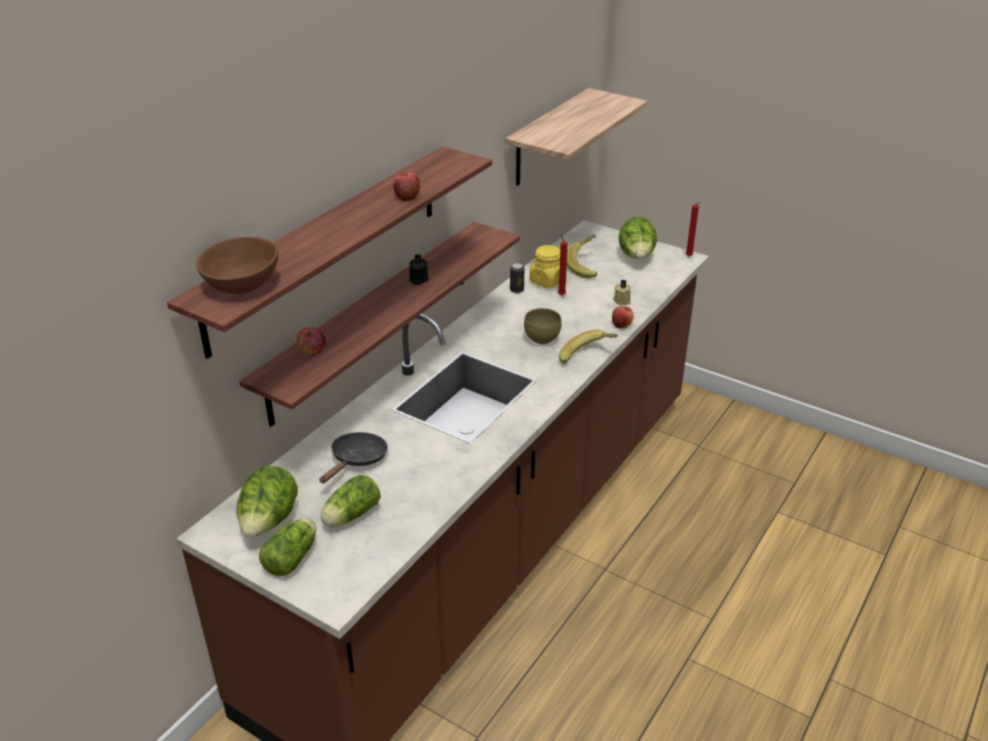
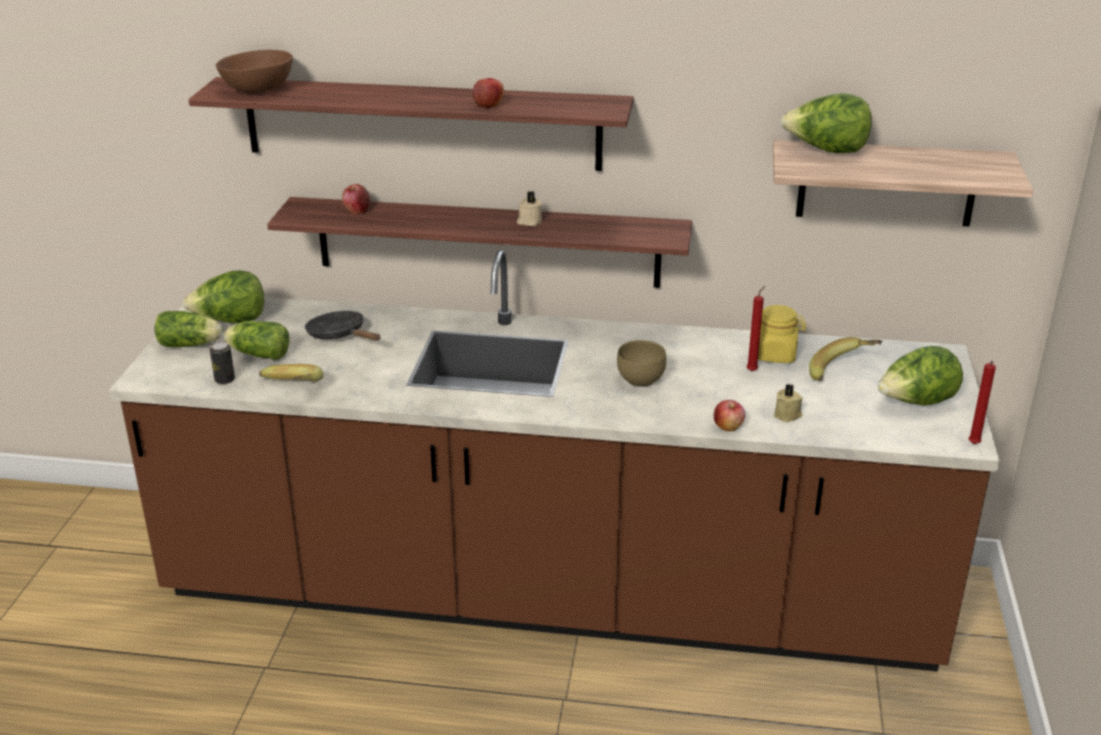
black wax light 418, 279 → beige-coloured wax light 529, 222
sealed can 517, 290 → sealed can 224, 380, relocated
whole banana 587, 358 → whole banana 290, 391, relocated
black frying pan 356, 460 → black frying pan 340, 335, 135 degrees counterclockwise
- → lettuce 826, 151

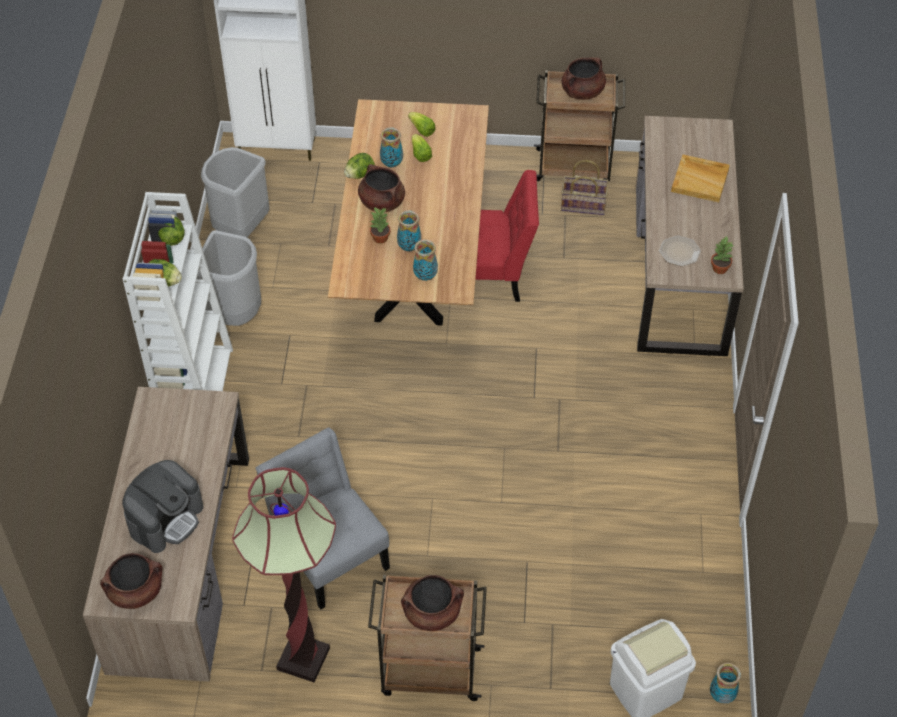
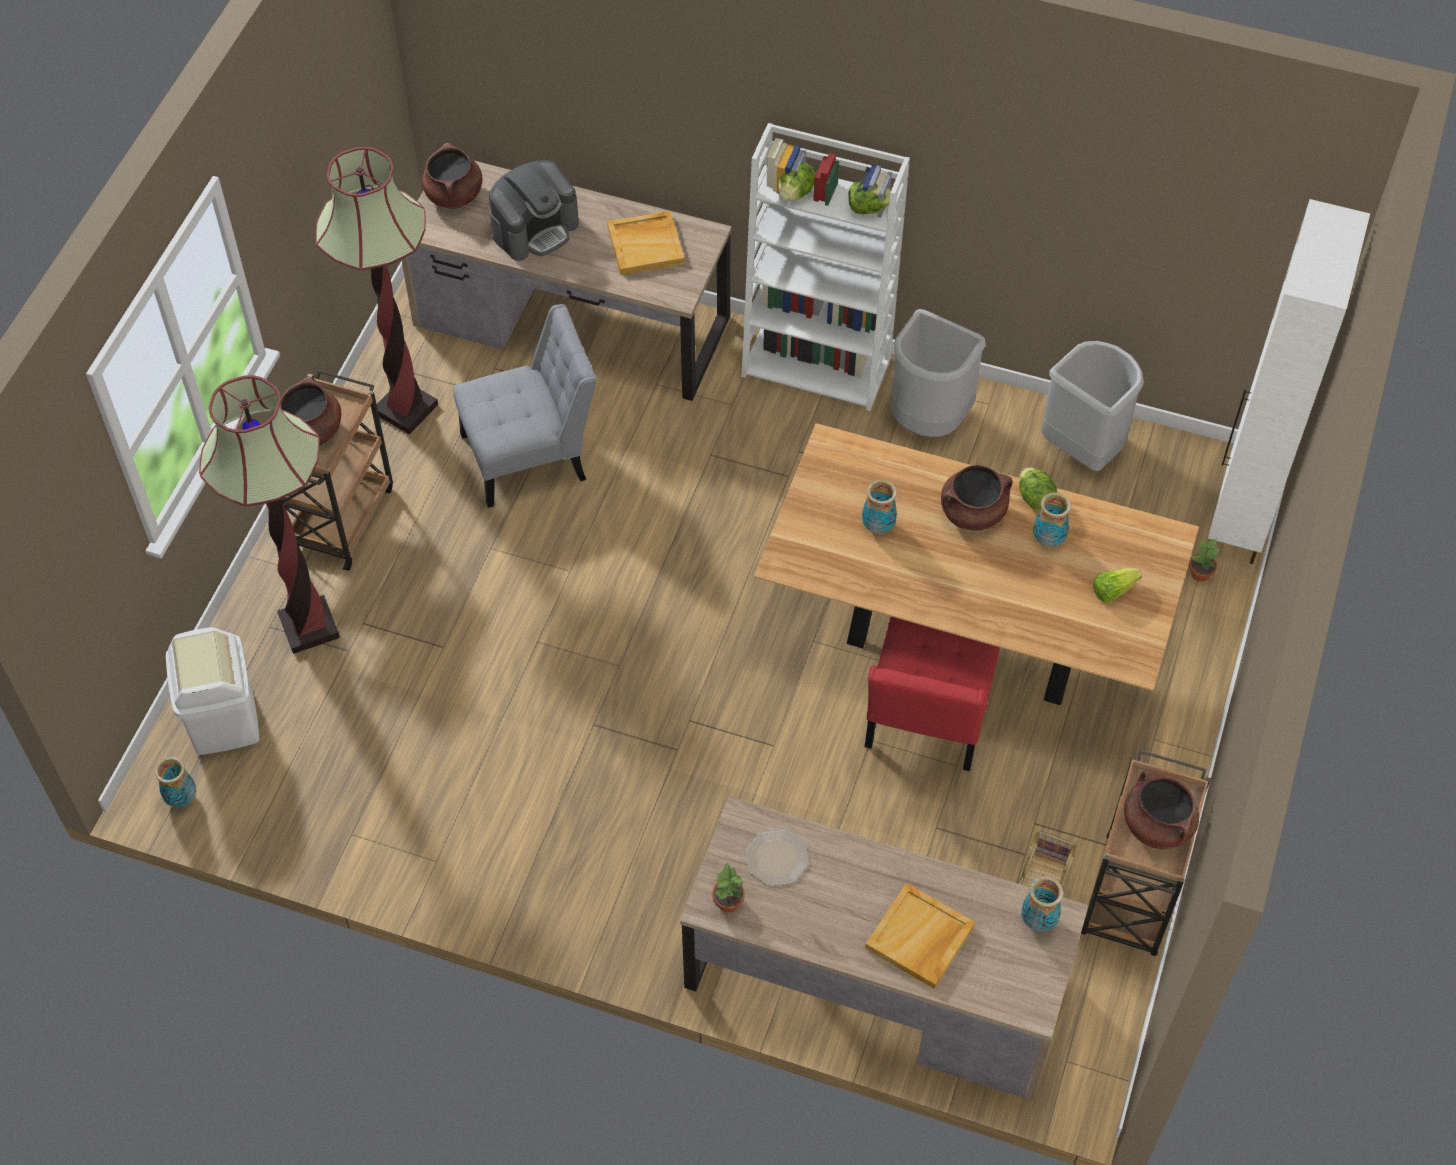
lettuce 420, 154 → -
houseplant 380, 238 → houseplant 1199, 573, relocated
decorative vase 425, 276 → decorative vase 1038, 921, relocated
coffee maker 166, 519 → coffee maker 535, 229, 90 degrees counterclockwise
- → beige-coloured carrying tray 646, 245
- → standing lamp 309, 626

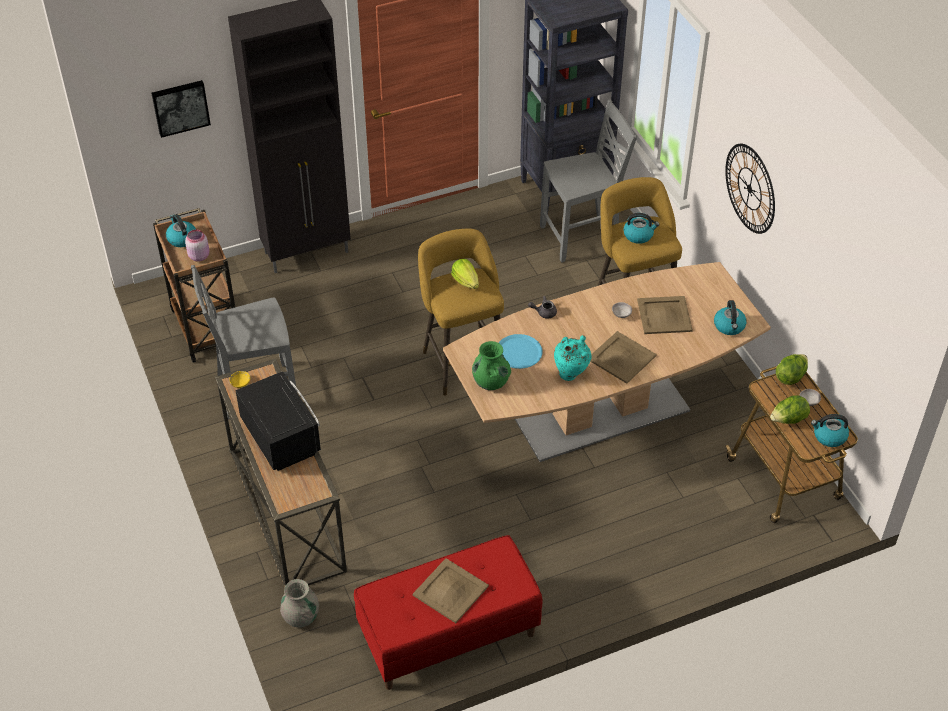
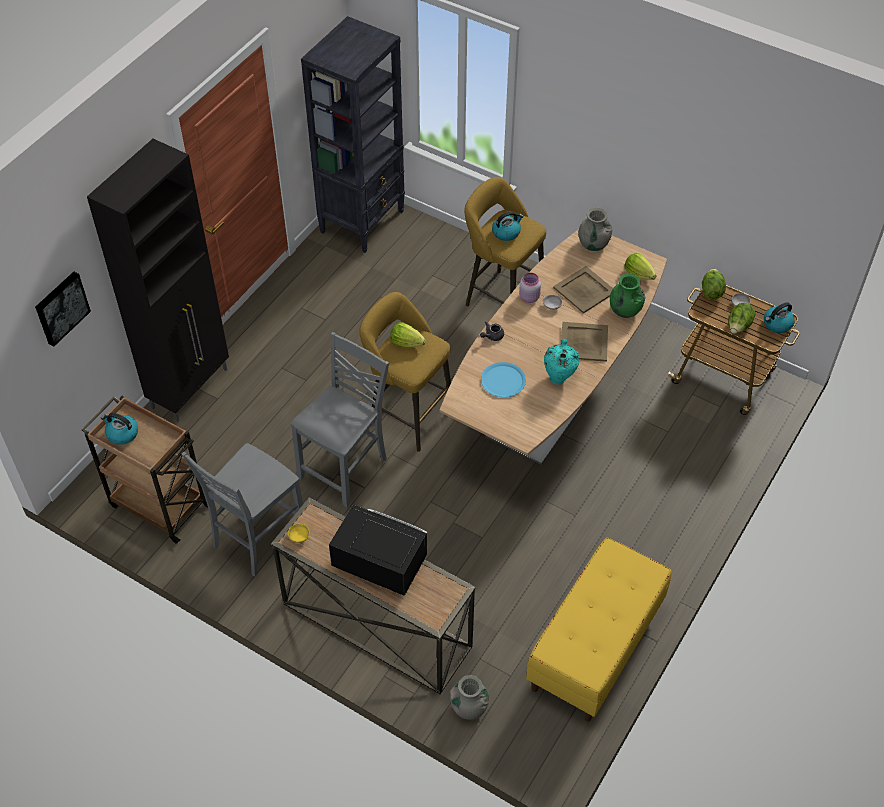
greyish upright chair 582, 237 → greyish upright chair 345, 469, relocated
hanging clock 750, 188 → -
pink-coloured preserve jar 199, 256 → pink-coloured preserve jar 528, 297, relocated
tea kettle 729, 326 → lettuce 638, 274
green decorative vase 490, 382 → green decorative vase 625, 310, relocated
reddish indoor bench 448, 635 → yellowish indoor bench 595, 648
beige-coloured carrying tray 450, 591 → -
- → greyish decorative vase 593, 244

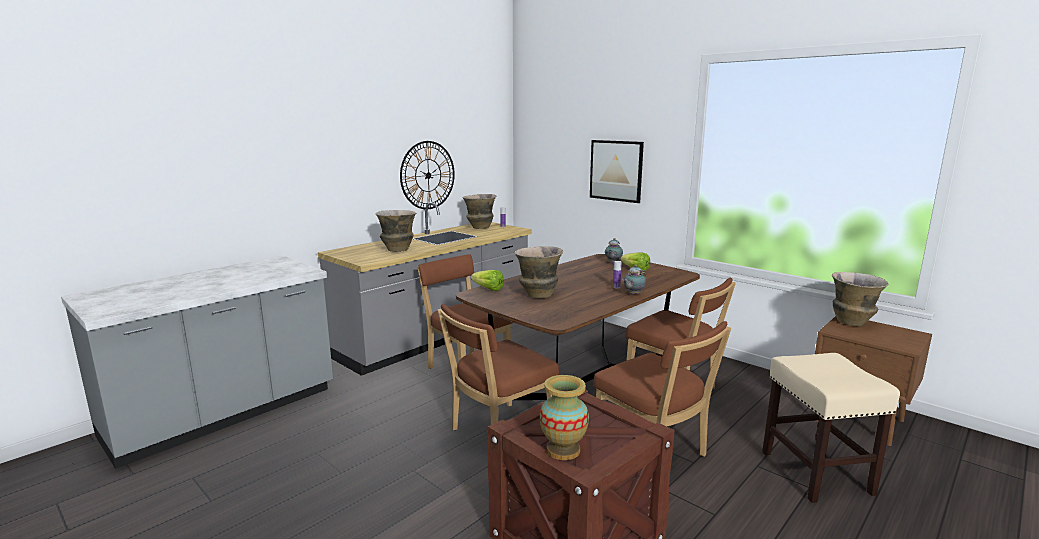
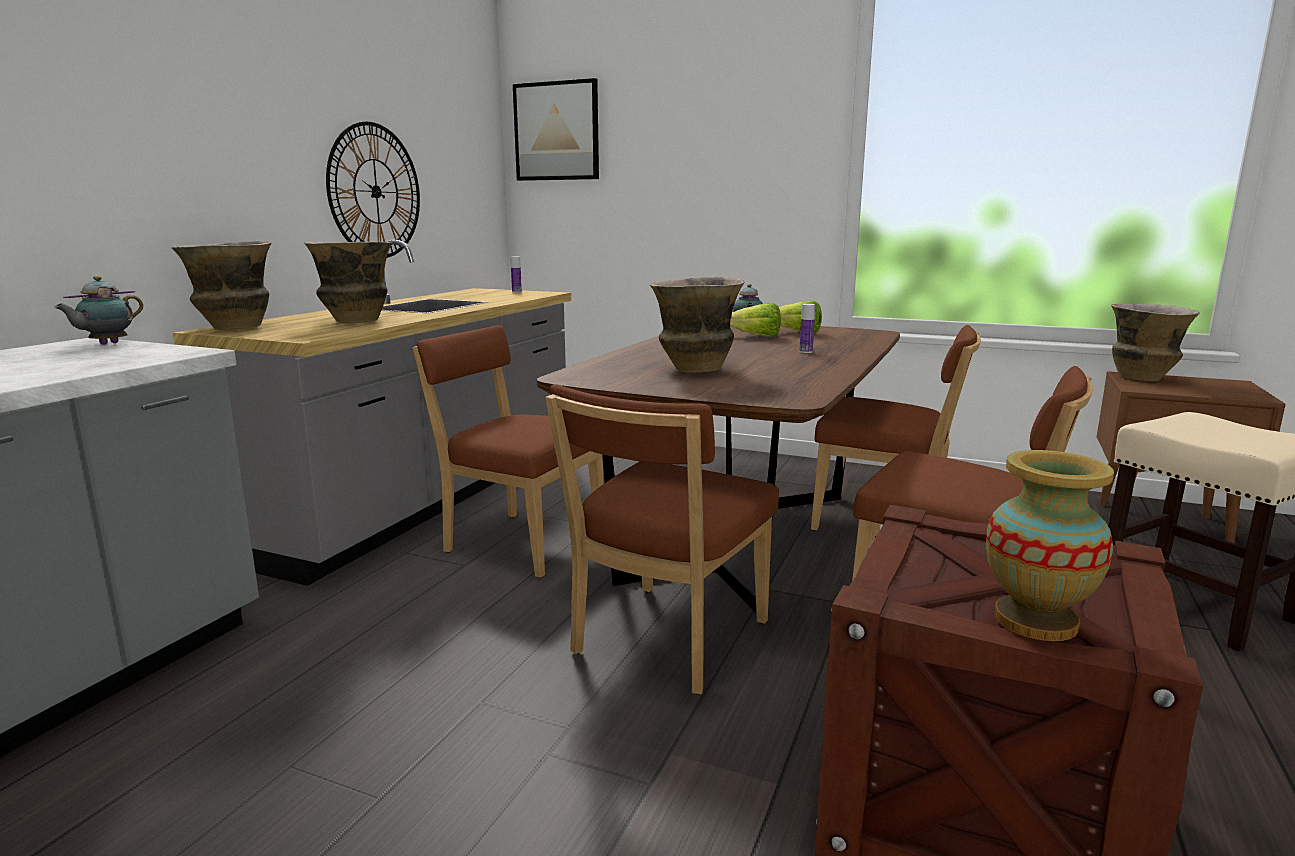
picture 616, 170 → picture 556, 131, relocated
decorative vase 480, 228 → decorative vase 234, 328, relocated
pot for tea 633, 294 → pot for tea 106, 344, relocated
lettuce 486, 289 → lettuce 752, 336, relocated

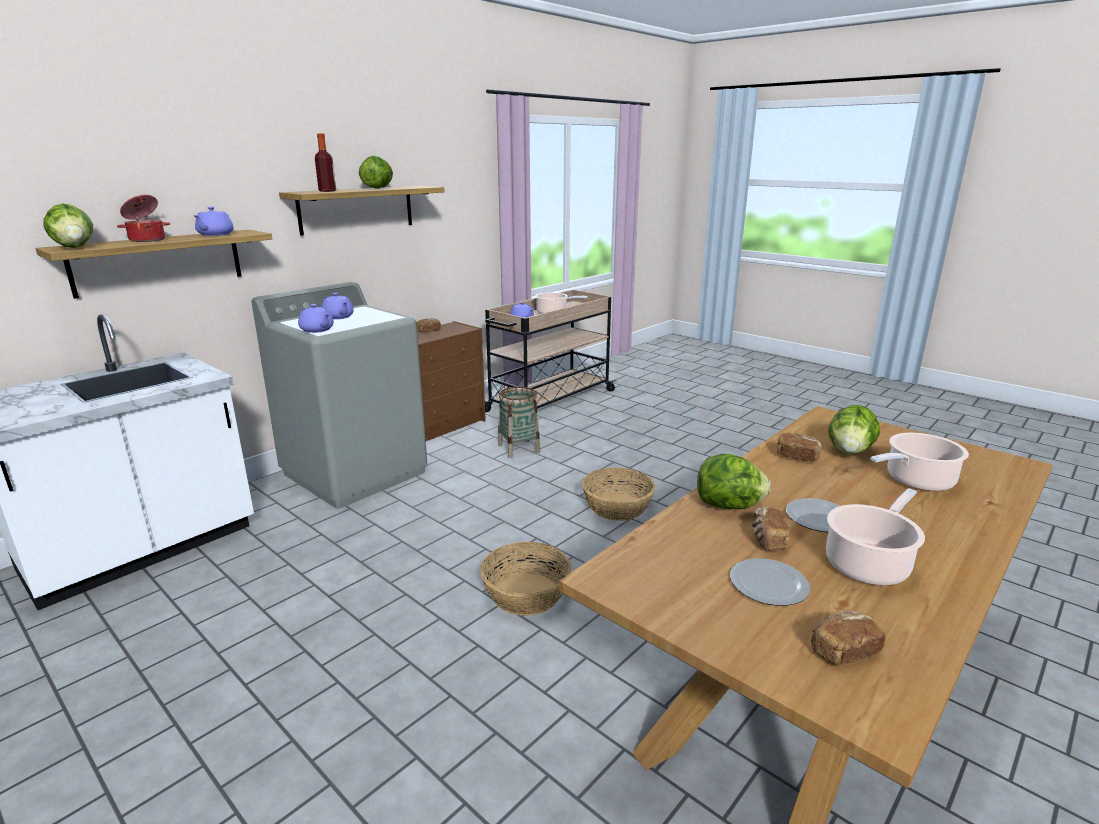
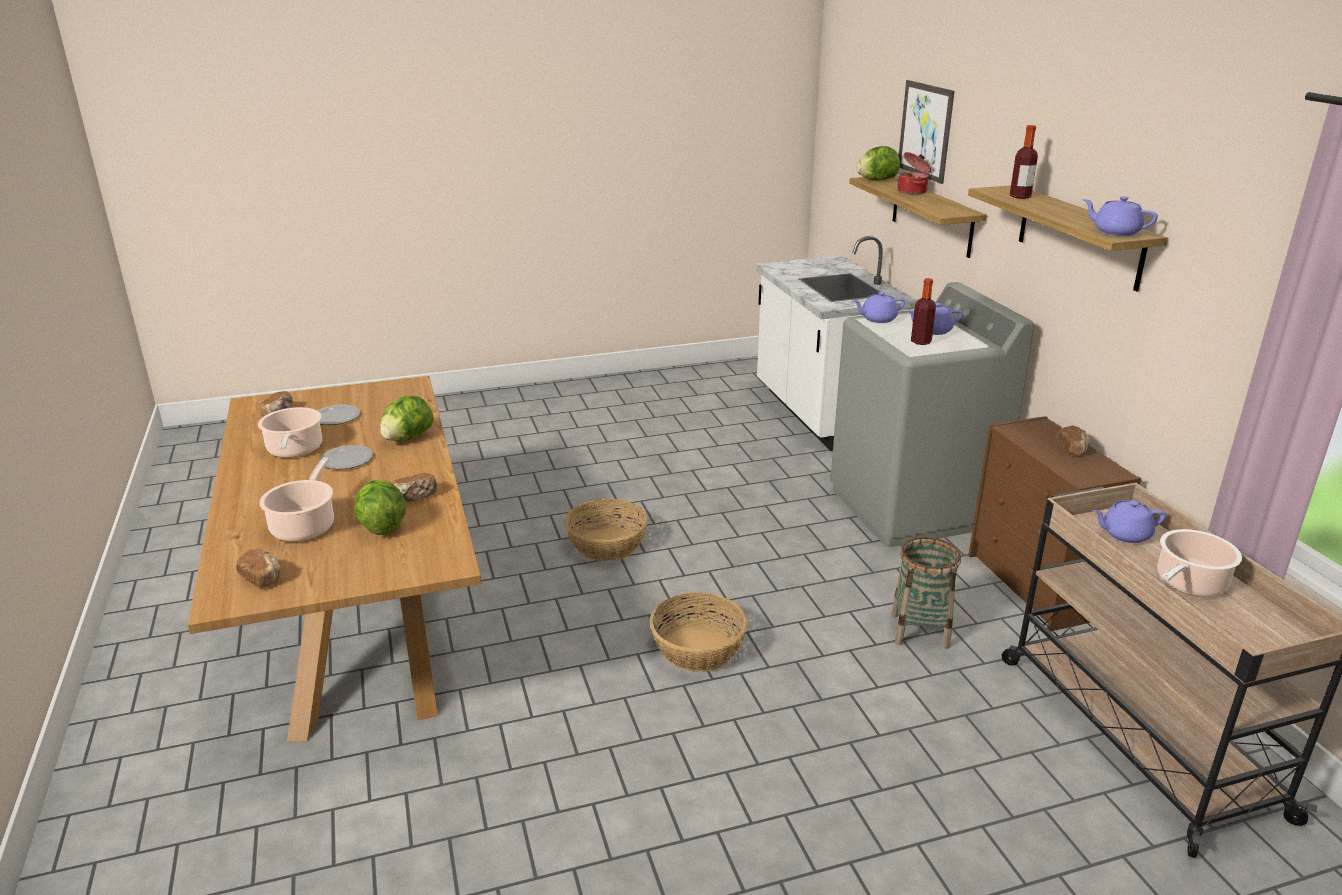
lettuce 378, 188 → -
purplish pot for tea 215, 235 → purplish pot for tea 1115, 232, relocated
bread 767, 539 → bread 262, 578, relocated
- → picture 925, 131
- → drink bottle 921, 342

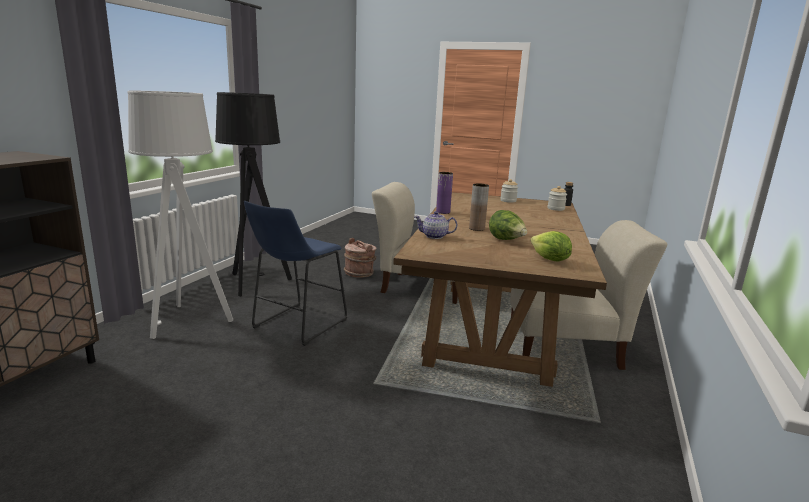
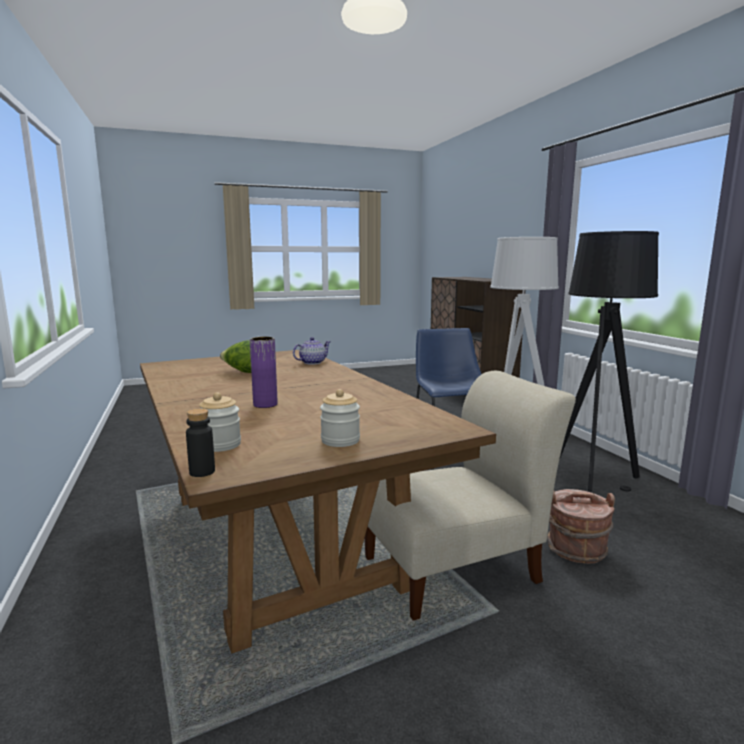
purplish decorative vase 443, 212 → purplish decorative vase 265, 404, relocated
brown decorative vase 476, 229 → -
beige-coloured upright chair 569, 348 → -
lettuce 549, 260 → -

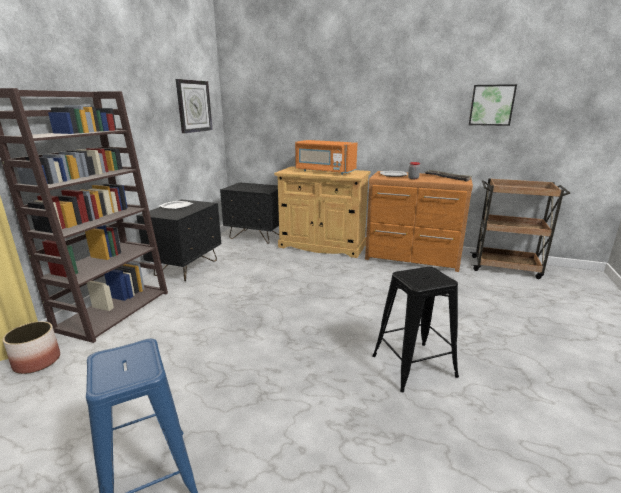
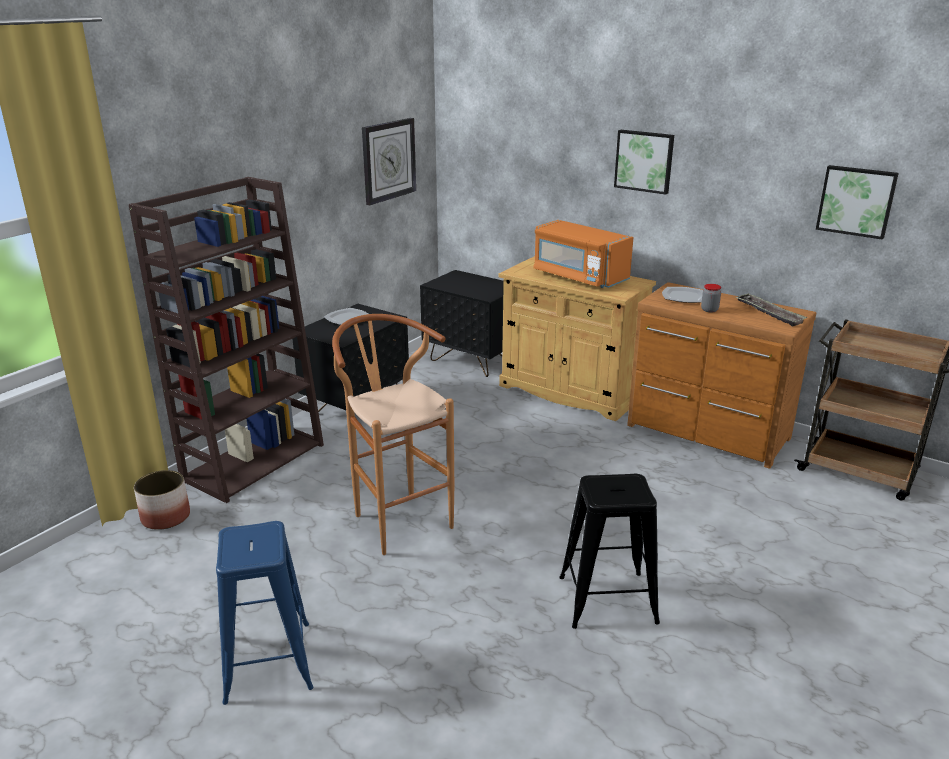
- → picture 644, 161
- → brown sitting stool 396, 518

